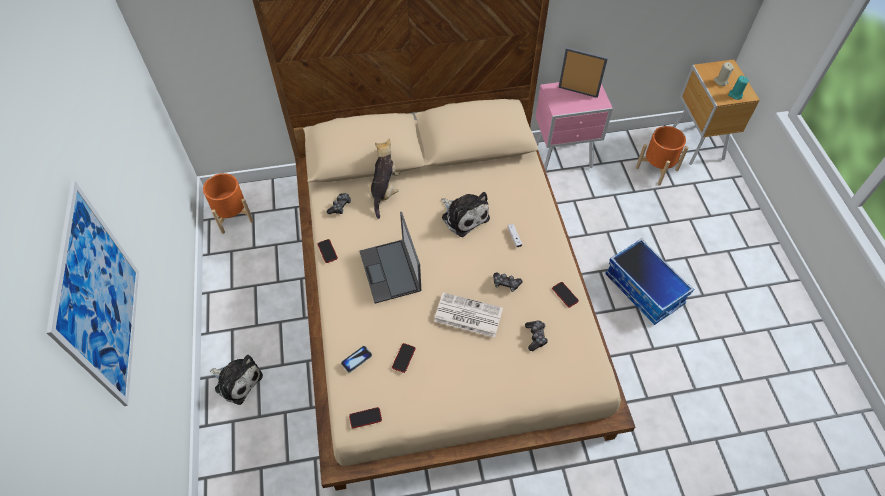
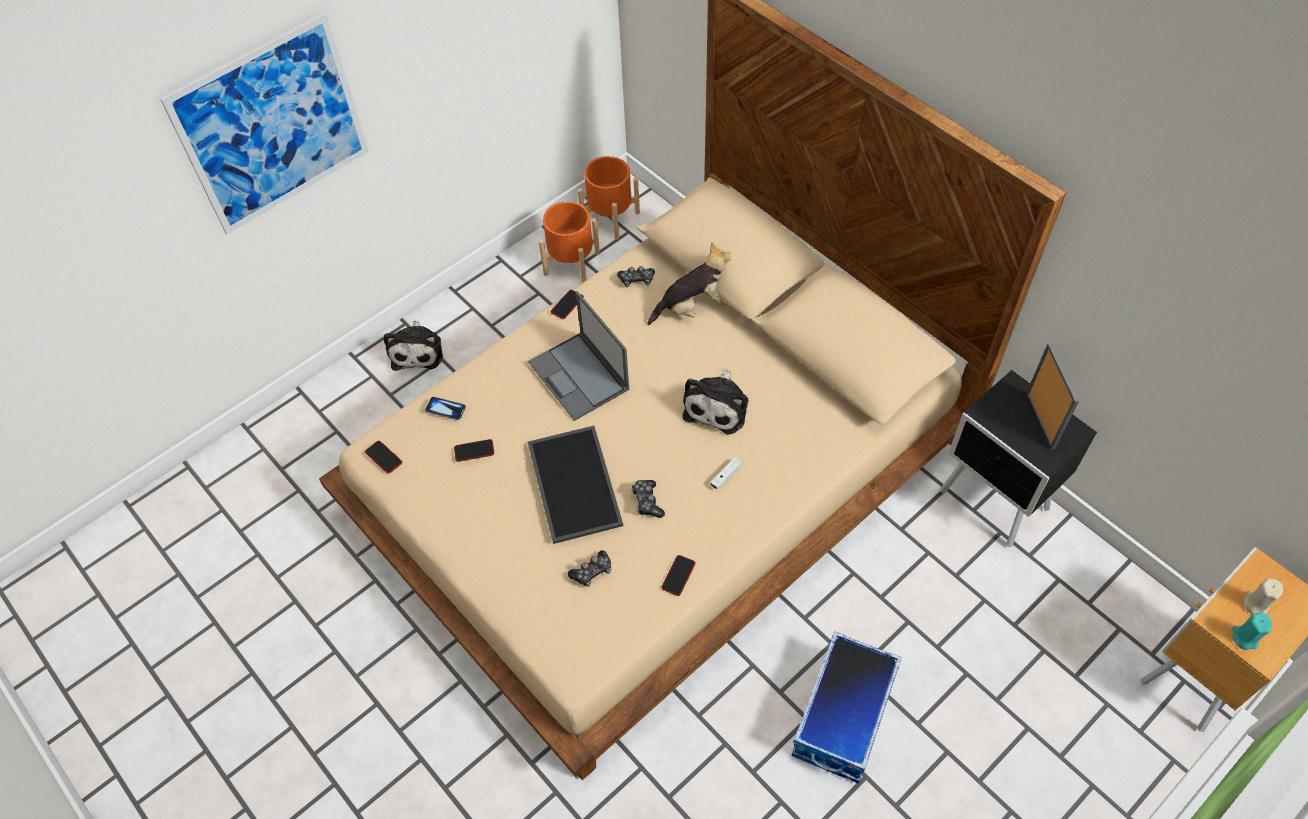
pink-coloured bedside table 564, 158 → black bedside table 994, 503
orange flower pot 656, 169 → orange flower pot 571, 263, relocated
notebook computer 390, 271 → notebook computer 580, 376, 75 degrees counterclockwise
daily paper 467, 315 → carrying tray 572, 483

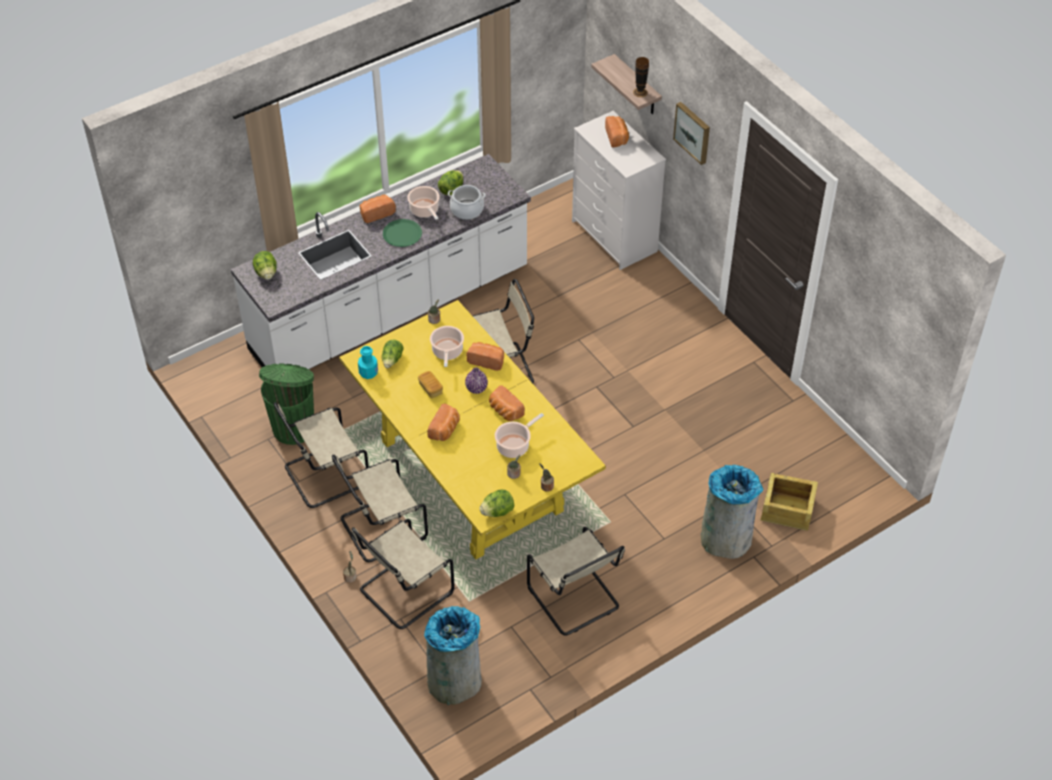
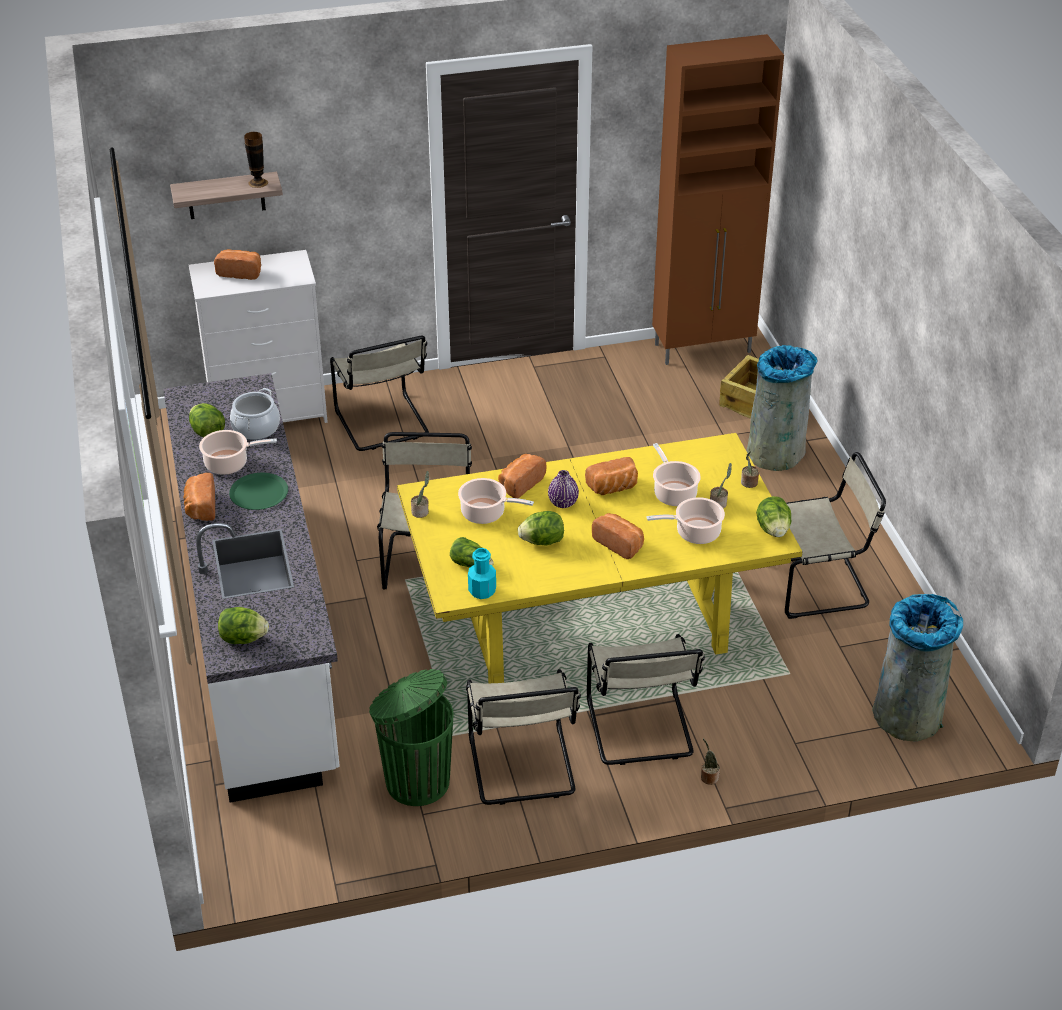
picture 693, 132 → -
bread 430, 389 → lettuce 542, 541
beige-coloured upright chair 403, 592 → beige-coloured upright chair 383, 424, relocated
- → brown storage cabinet 704, 348
- → stockpot 695, 533

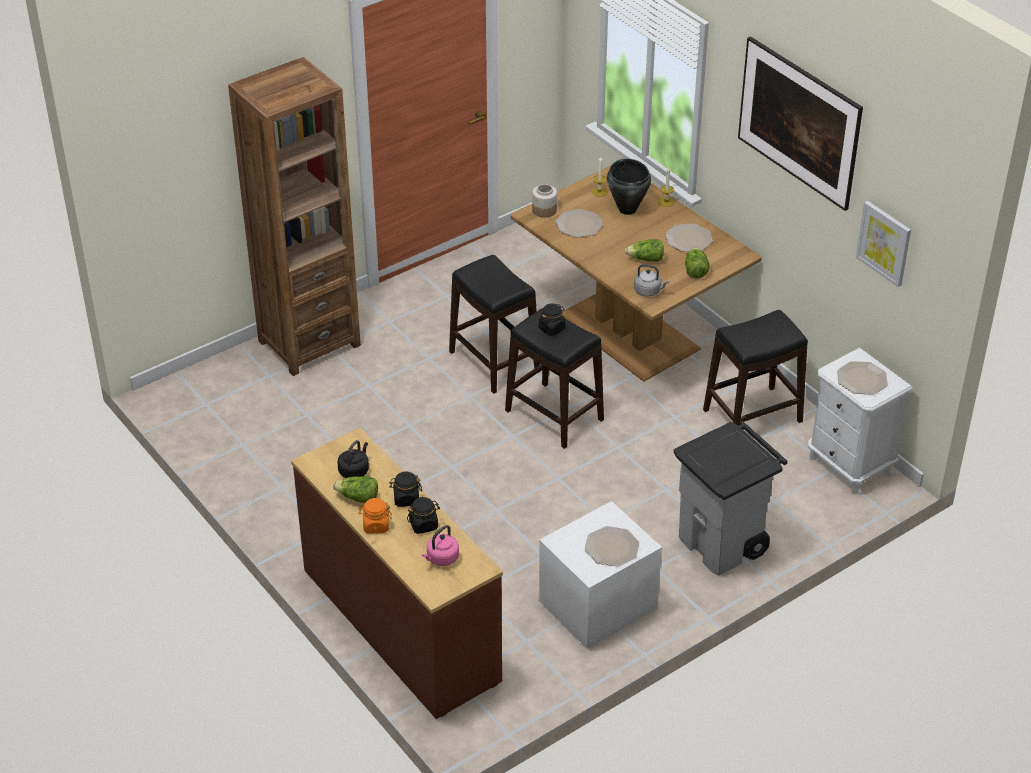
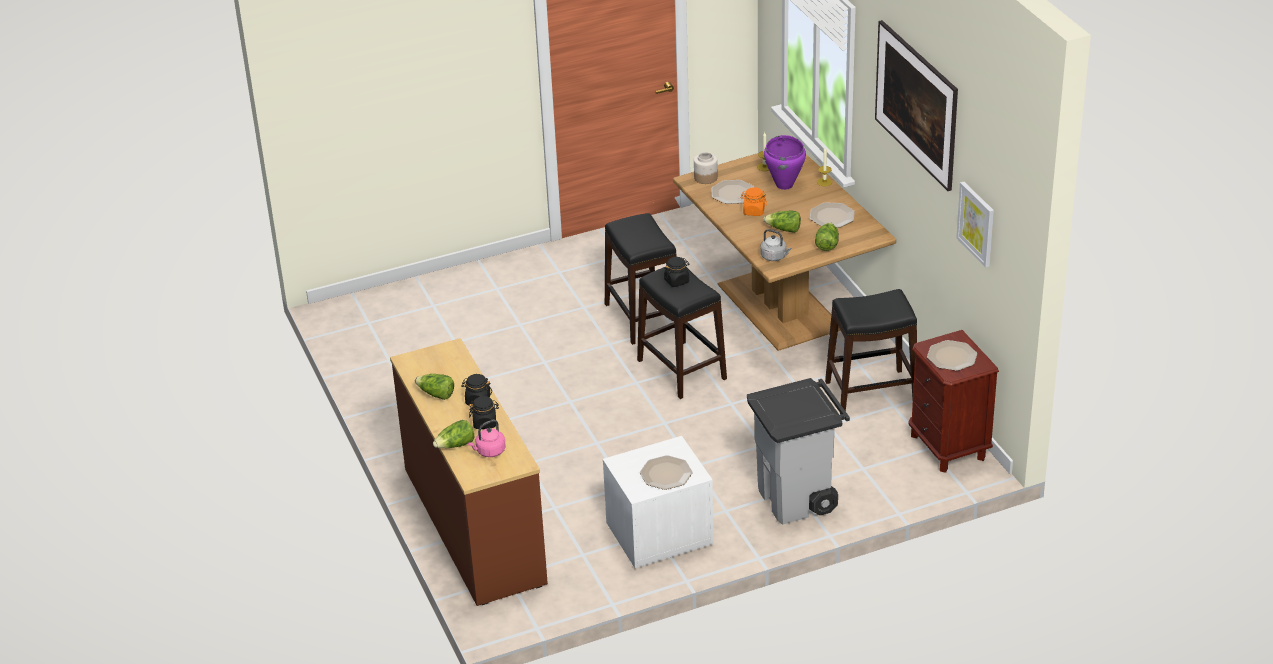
brown shelving unit 309, 343 → -
black stockpot 627, 209 → purplish stockpot 784, 185
whitish bedside table 849, 465 → brown bedside table 948, 447
black tea kettle 354, 470 → -
orange preserve jar 376, 526 → orange preserve jar 753, 211, relocated
- → lettuce 456, 445

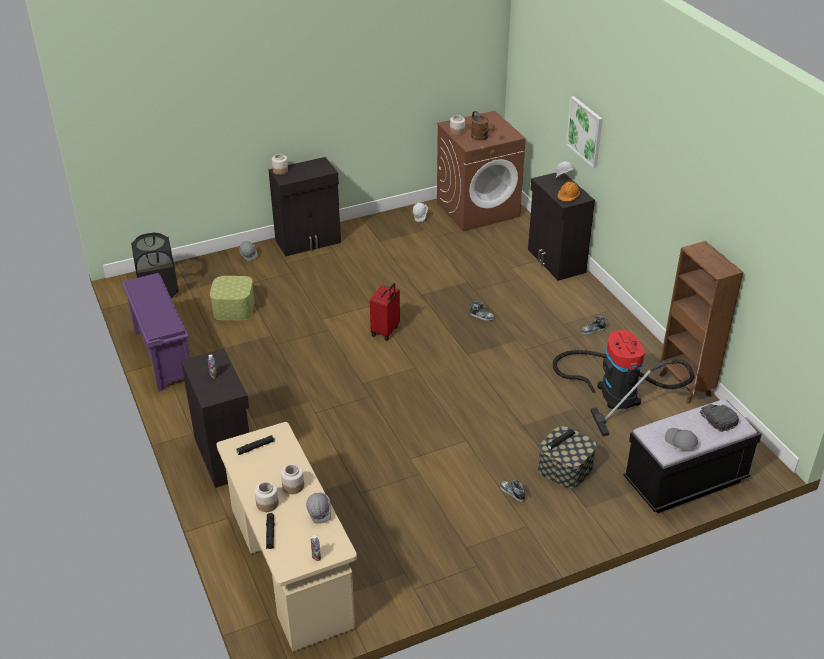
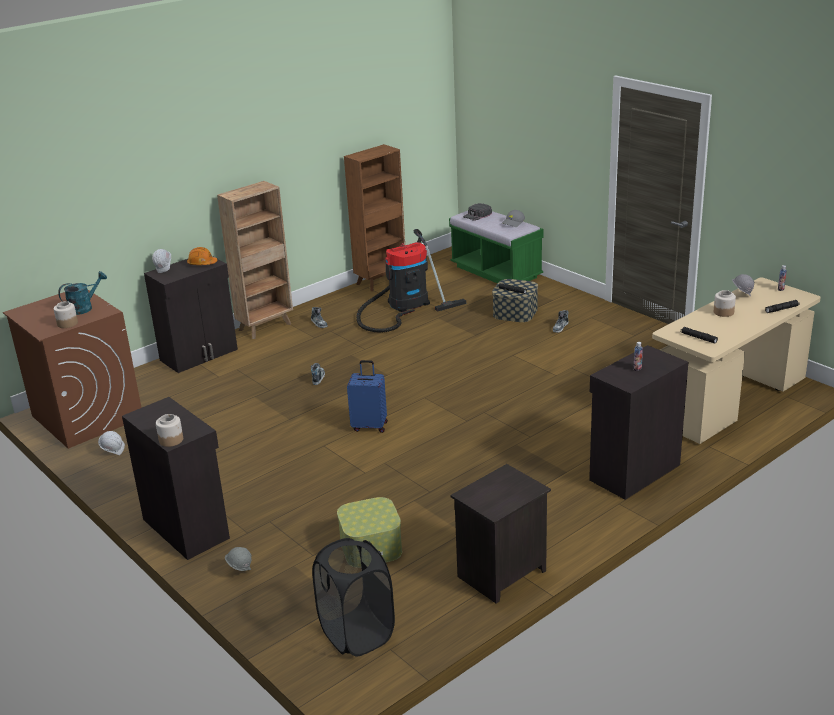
picture 585, 131 → -
brown watering pot 481, 138 → turquoise watering pot 84, 308
purplish shoe stand 162, 356 → black bedside table 502, 575
reddish suitcase 386, 331 → bluish suitcase 370, 426
black indoor bench 685, 481 → green indoor bench 496, 272
preserve jar 267, 503 → -
- → brown shelving unit 266, 327

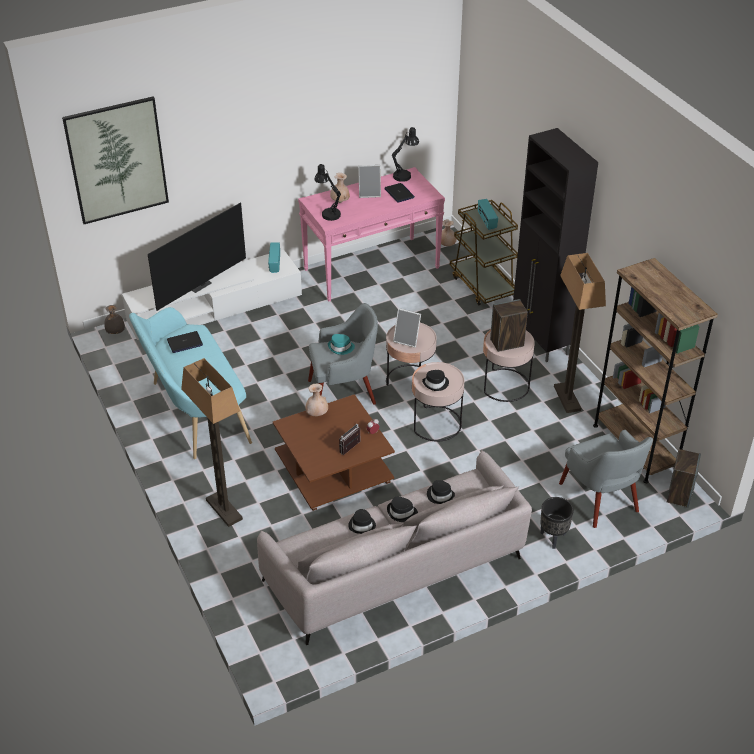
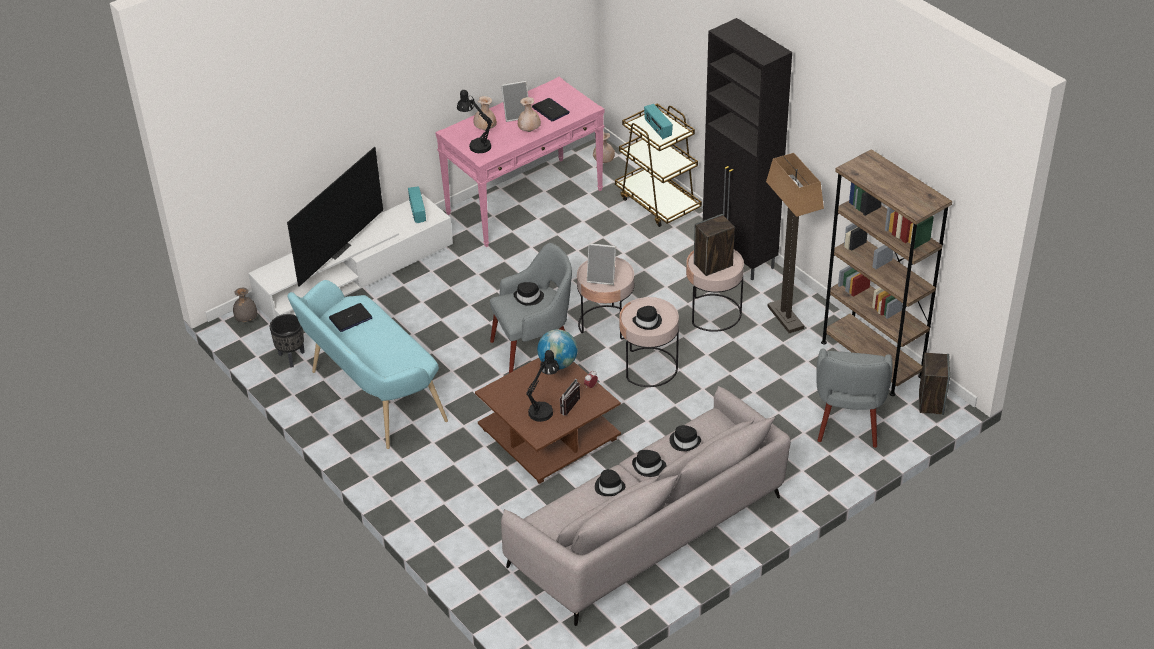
picture 117, 160 → -
black table lamp 404, 175 → black table lamp 543, 409, relocated
turquoise clothing hat 341, 348 → black clothing hat 529, 297
standing lamp 223, 510 → -
beige-coloured decorative vase 317, 414 → beige-coloured decorative vase 529, 131, relocated
greyish lounge chair 600, 499 → greyish lounge chair 848, 420, 45 degrees clockwise
black flower pot 553, 538 → black flower pot 291, 358, relocated
- → globe 558, 364

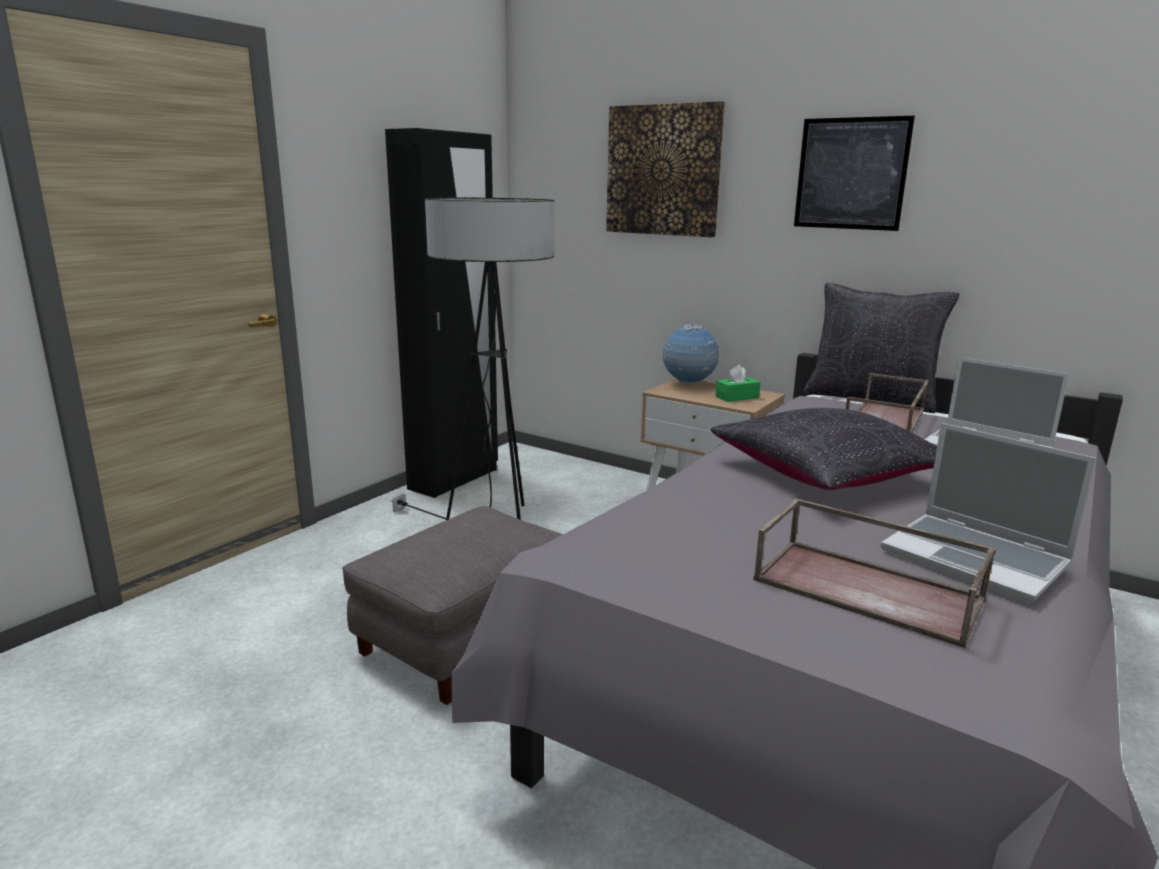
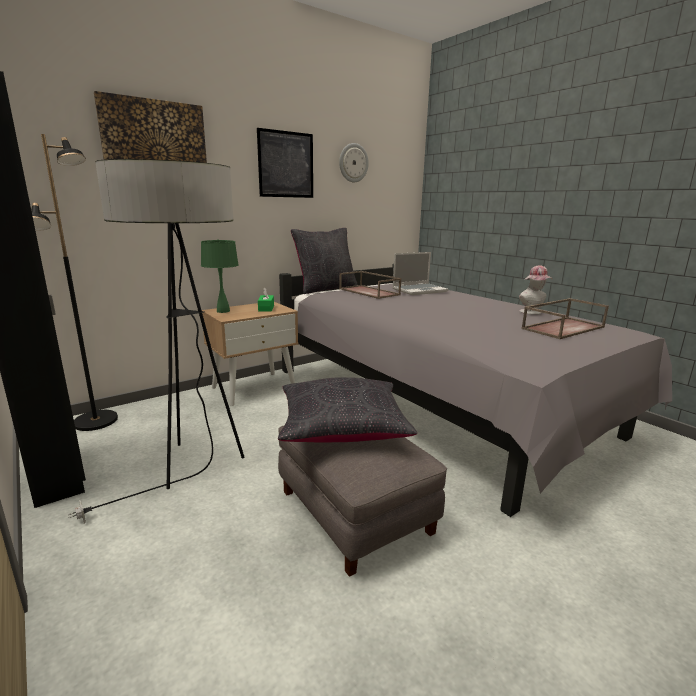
globe 688, 384 → green table lamp 223, 311
black pillow 825, 474 → black pillow 342, 427, relocated
notebook computer 976, 559 → clothing hat 532, 312
- → black standing lamp 96, 421
- → hanging clock 353, 163

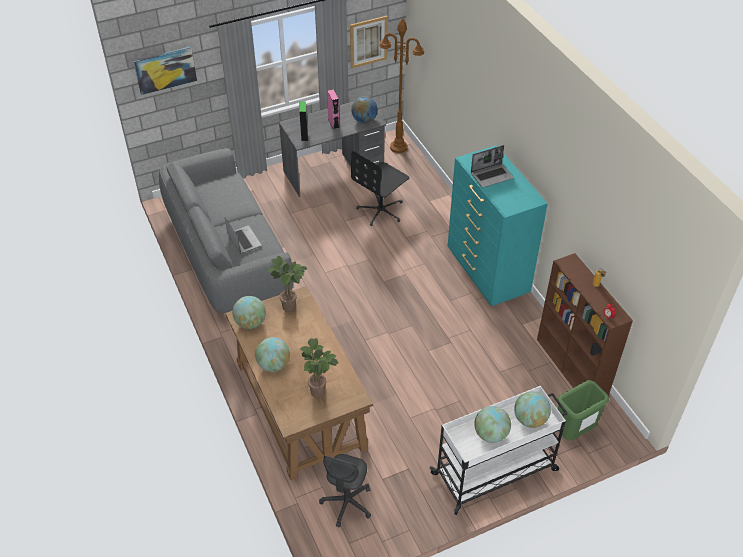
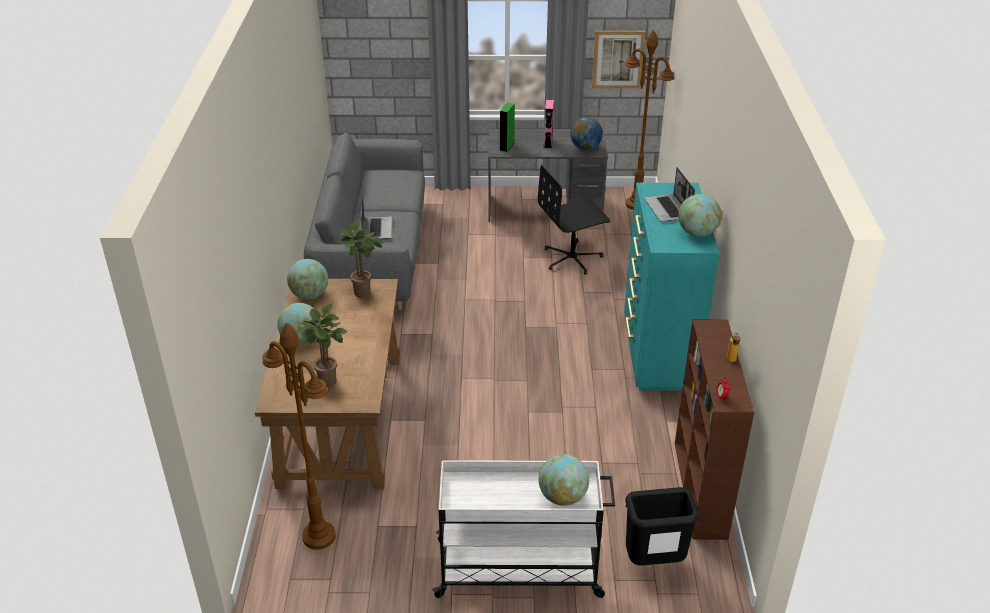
picture 165, 70 → -
notebook computer 492, 176 → notebook computer 668, 209, 75 degrees clockwise
green waste bin 573, 433 → black waste bin 654, 563
globe 491, 434 → globe 697, 233, relocated
greyish computer chair 347, 503 → brown standing lamp 318, 536

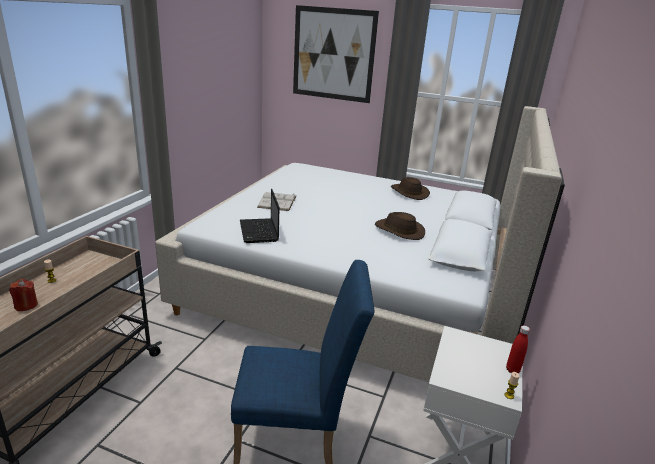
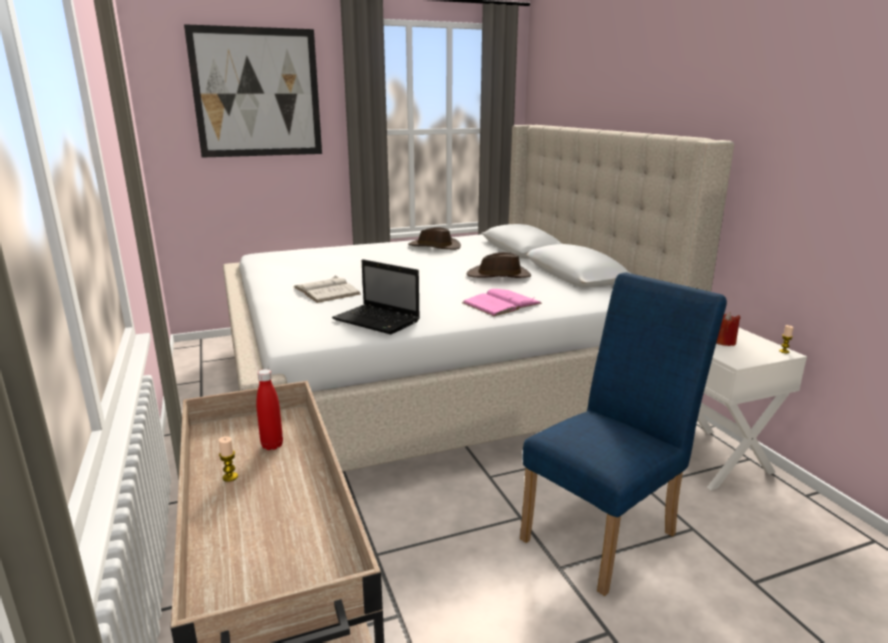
reddish wax light 26, 305 → reddish wax light 724, 342, relocated
reddish drink bottle 512, 370 → reddish drink bottle 272, 445, relocated
- → pink-coloured volume 502, 303

